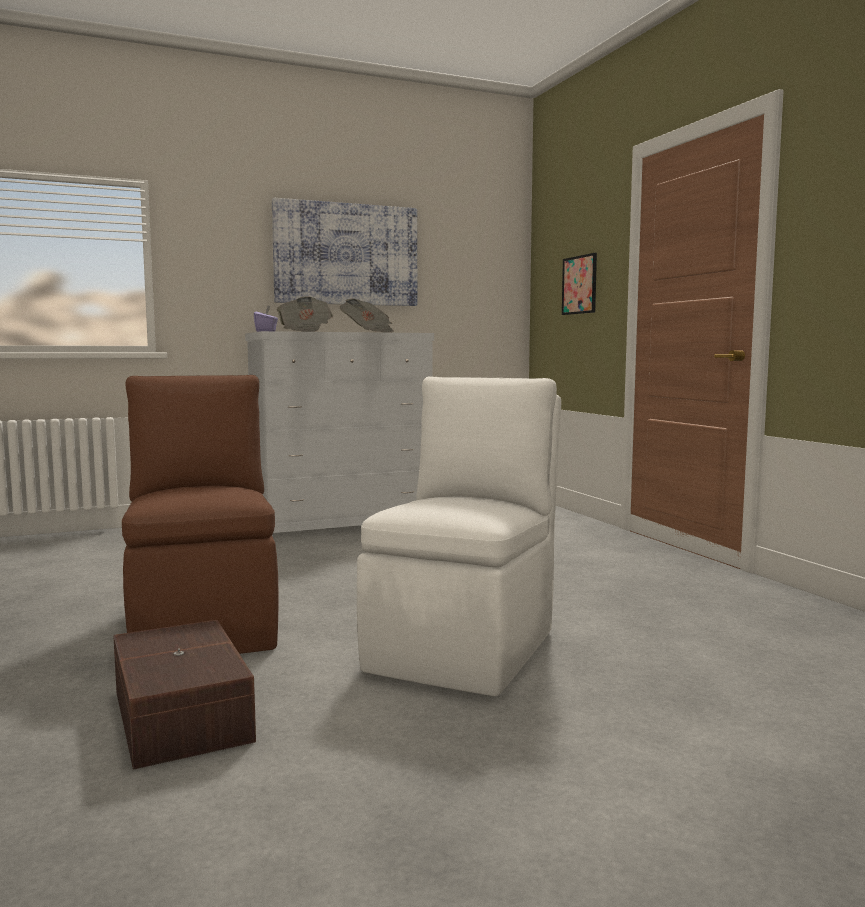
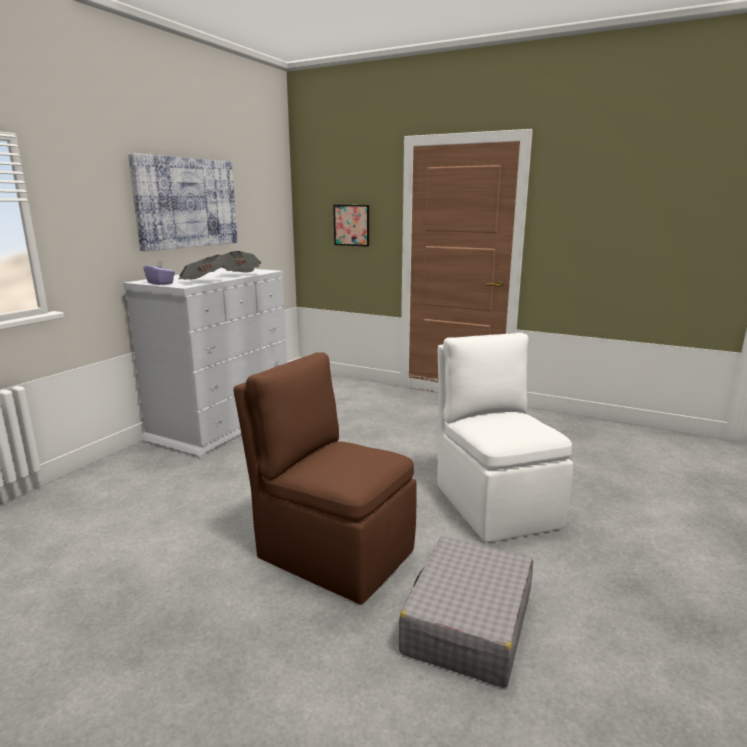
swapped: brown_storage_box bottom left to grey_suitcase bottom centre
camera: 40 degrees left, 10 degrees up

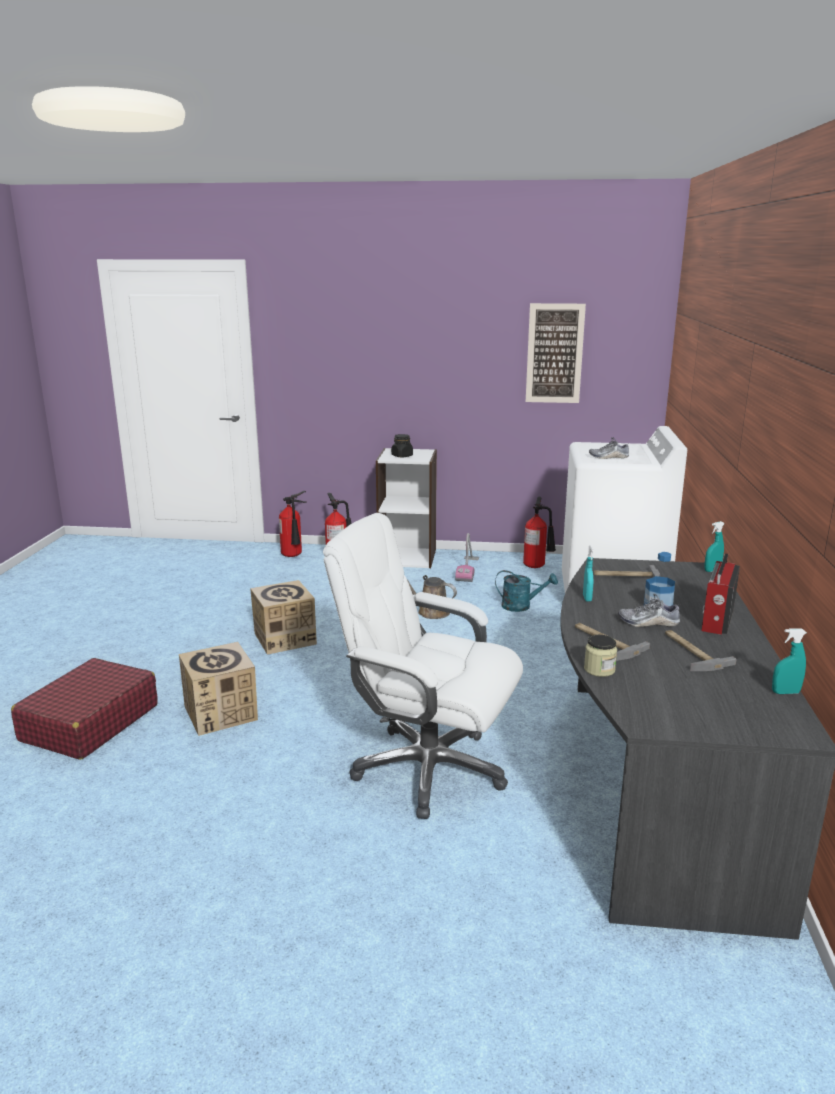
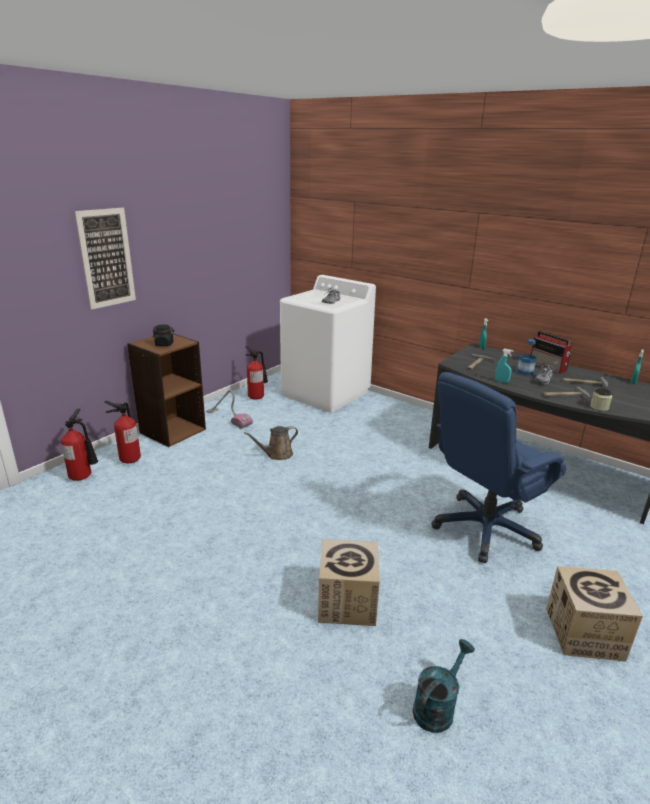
gone: red_suitcase middle left
shifted: cardboard_box (no. 2 from left) centre to bottom right; turquoise_watering_can centre to bottom right; picture top centre to top left
repainted: white_office_chair centre to blue_office_chair middle right; white_bookcase centre to brown_bookcase middle left
camera: 60 degrees left, 5 degrees up

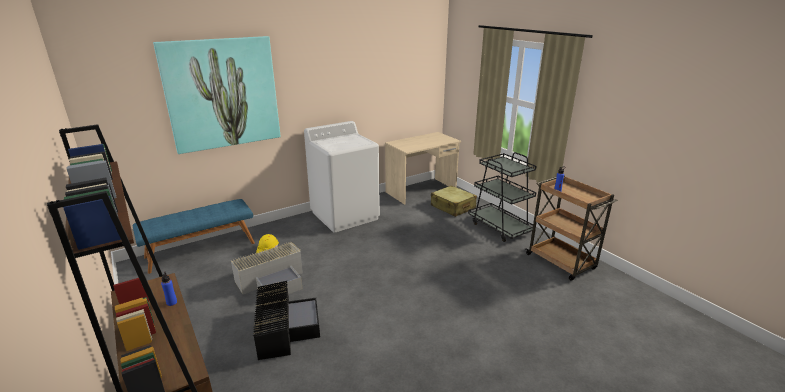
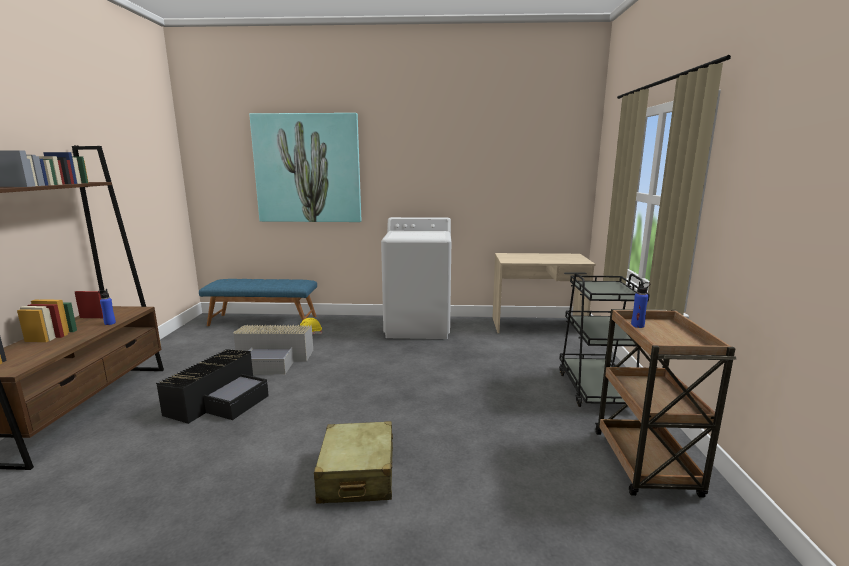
shifted: beige_suitcase centre to bottom centre
camera: 35 degrees right, 10 degrees down

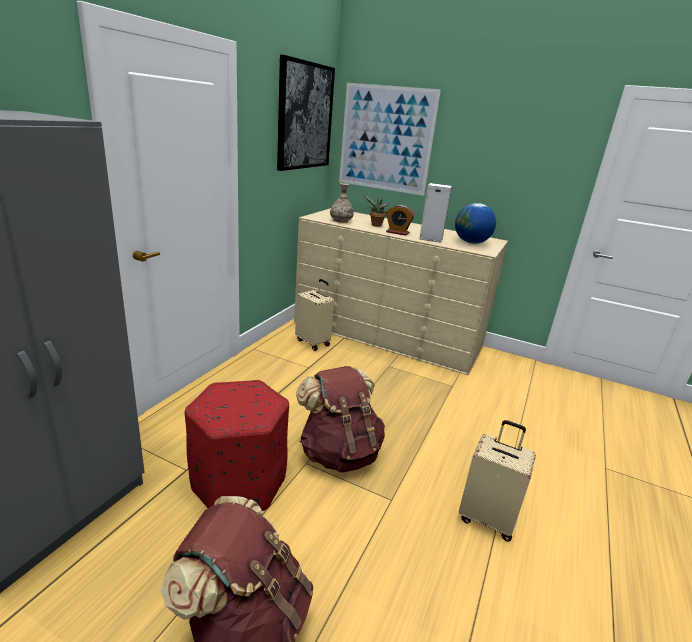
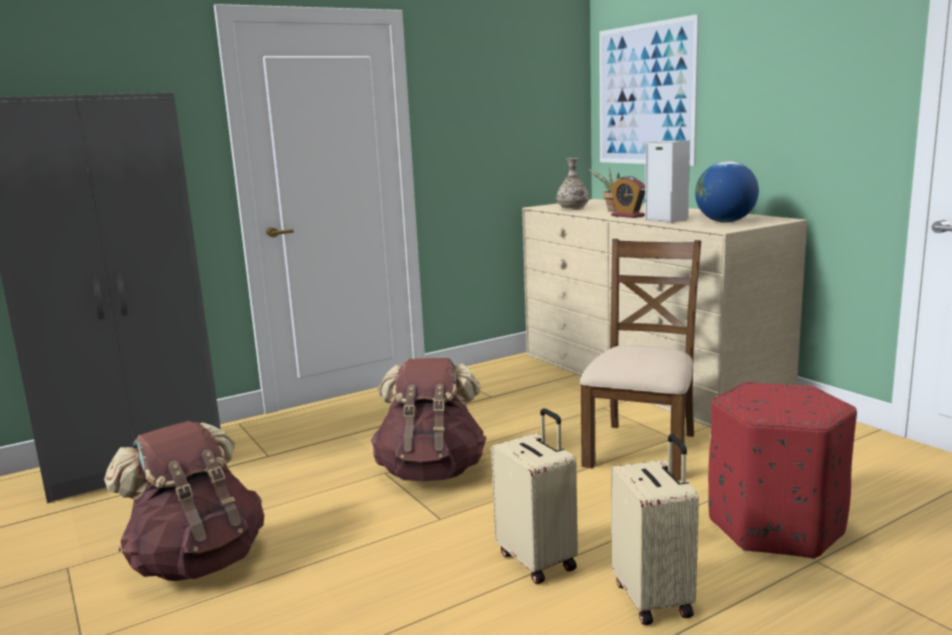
gone: picture (no. 1 from left) top centre
new: brown_chair middle right
shifted: red_ottoman bottom centre to bottom right; beige_suitcase (no. 1 from left in the first image) centre to beige_suitcase (no. 2 from left) bottom right
camera: 35 degrees right, 10 degrees down

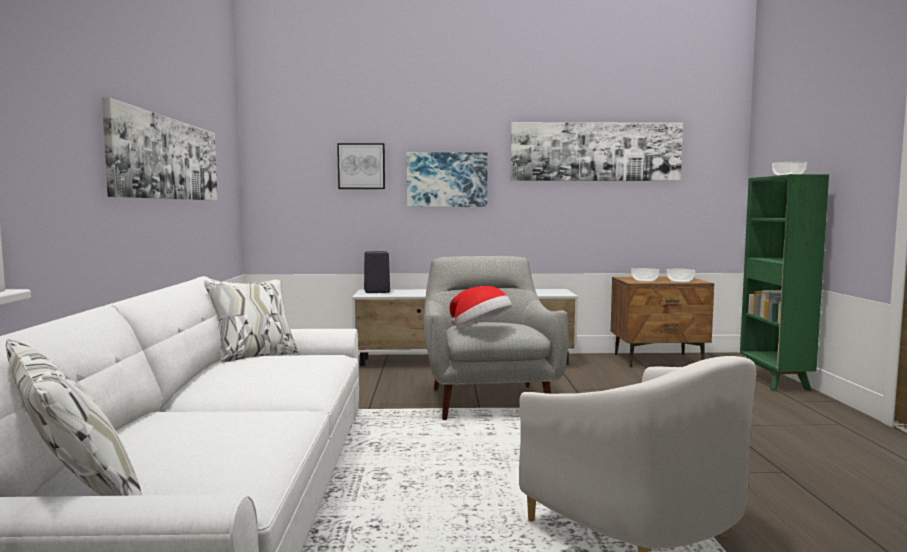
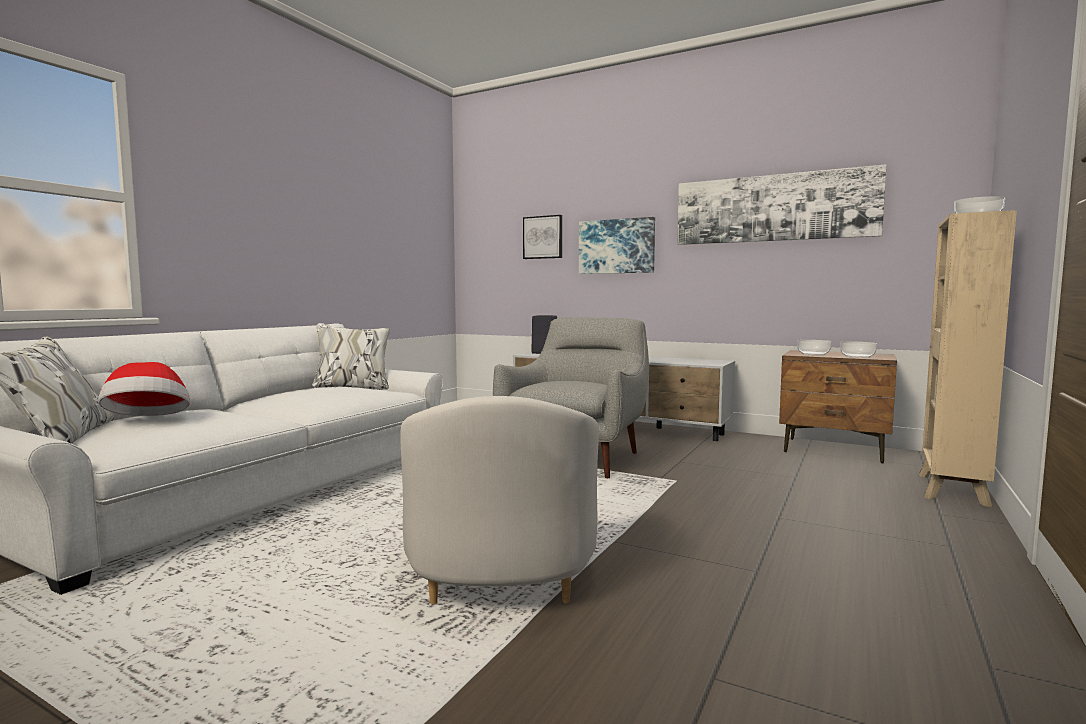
gone: picture (no. 1 from left) top left
shifted: hat centre to middle left
repainted: green_bookcase middle right to beige_bookcase middle right
camera: 30 degrees right, 0 degrees up

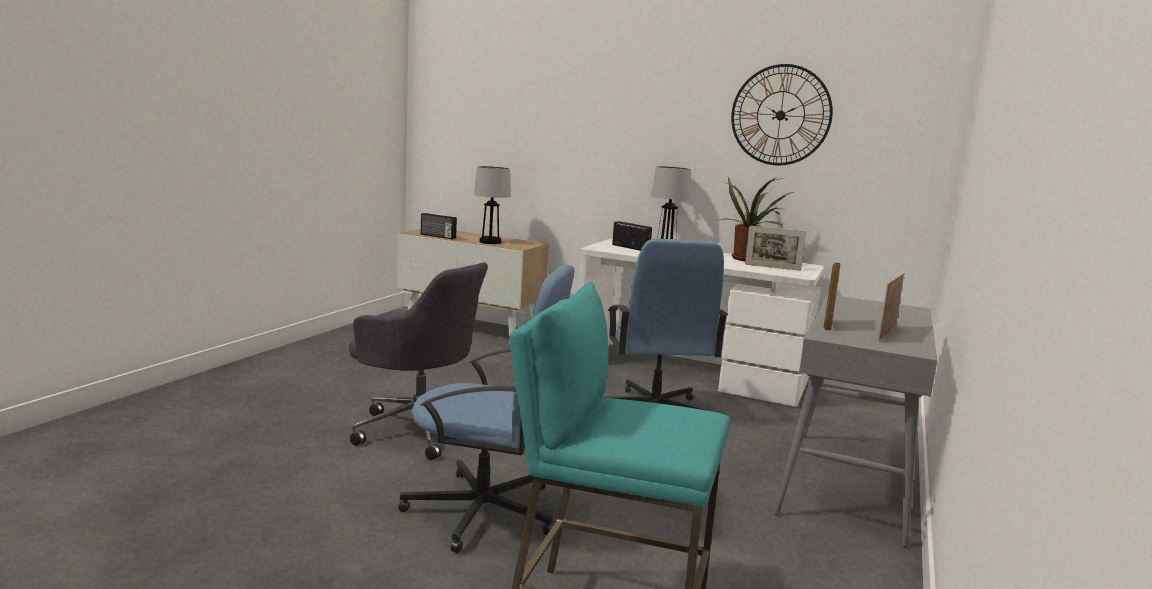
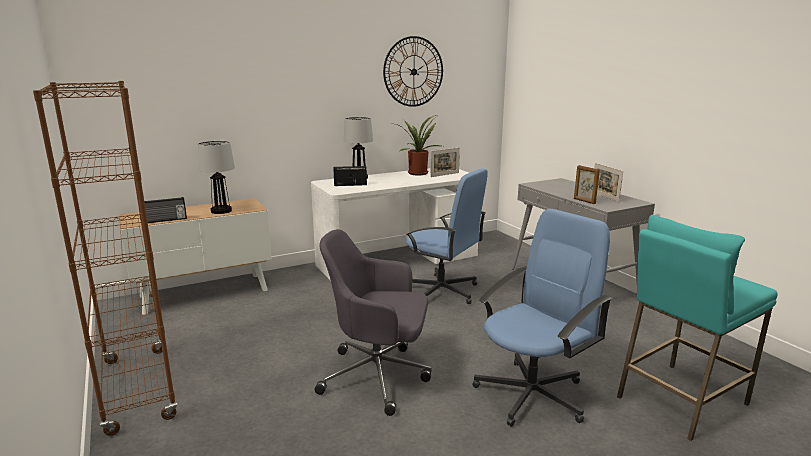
new: brown_bookcase middle left
rotated: grey_office_chair centre = bottom centre 150 degrees counterclockwise
camera: 50 degrees left, 5 degrees up

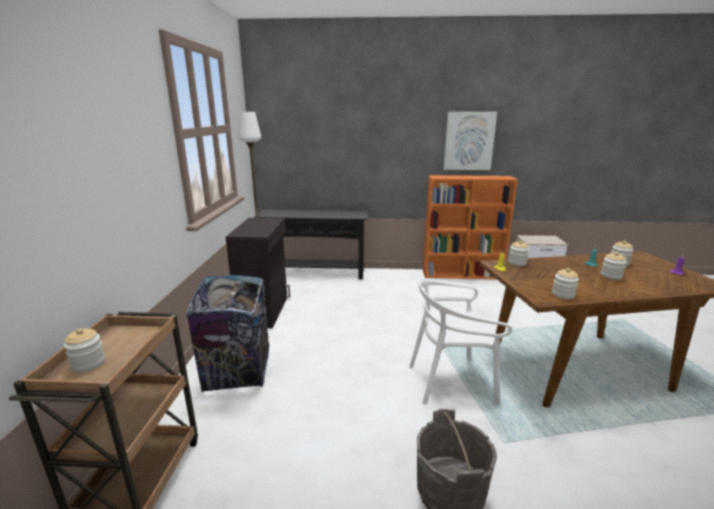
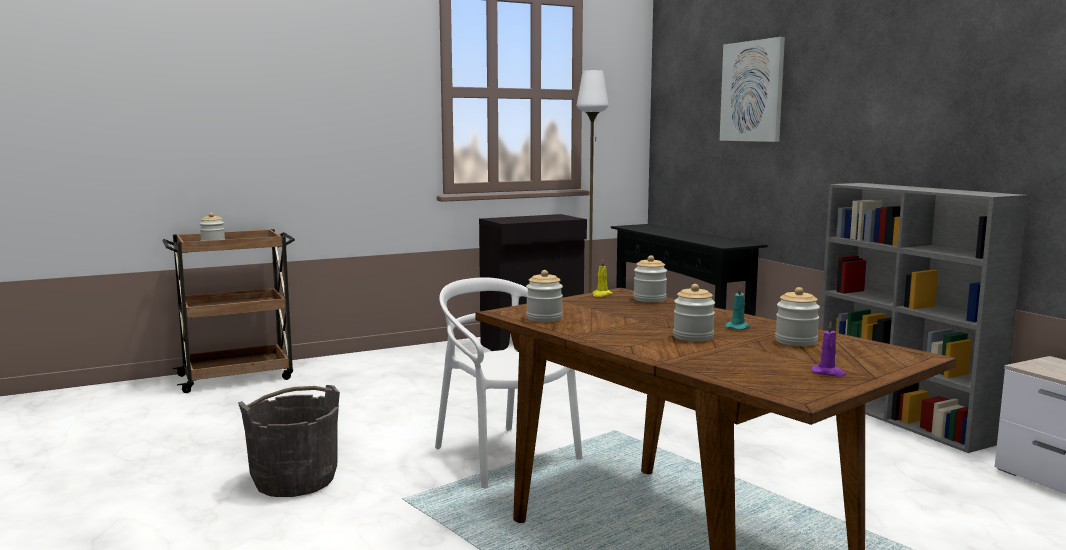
gone: trash_can middle left
shifted: picture top centre to top right
repainted: orange_bookcase centre to grey_bookcase middle right
camera: 60 degrees right, 10 degrees down

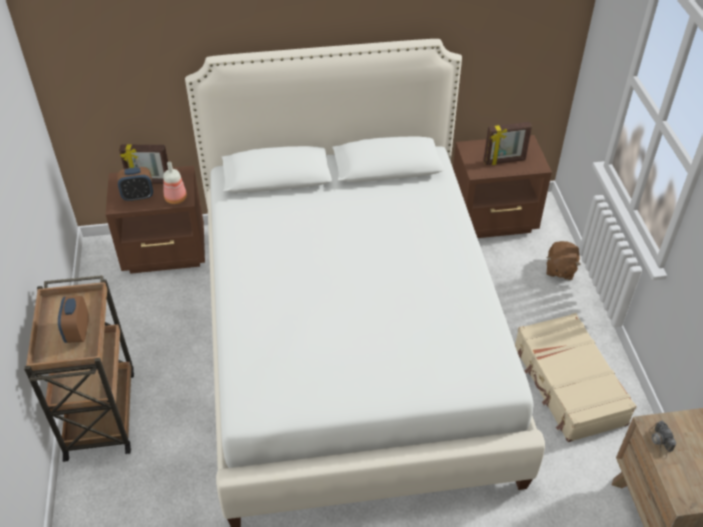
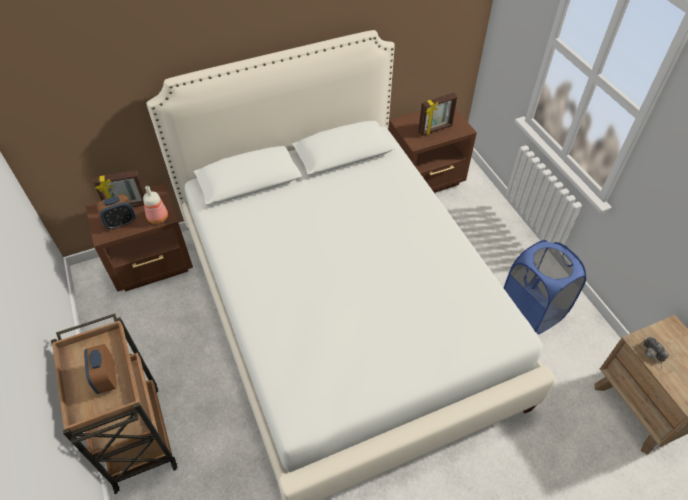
gone: brown_plush_toy middle right
swapped: beige_suitcase bottom right to blue_laundry_basket middle right
camera: 15 degrees left, 5 degrees up

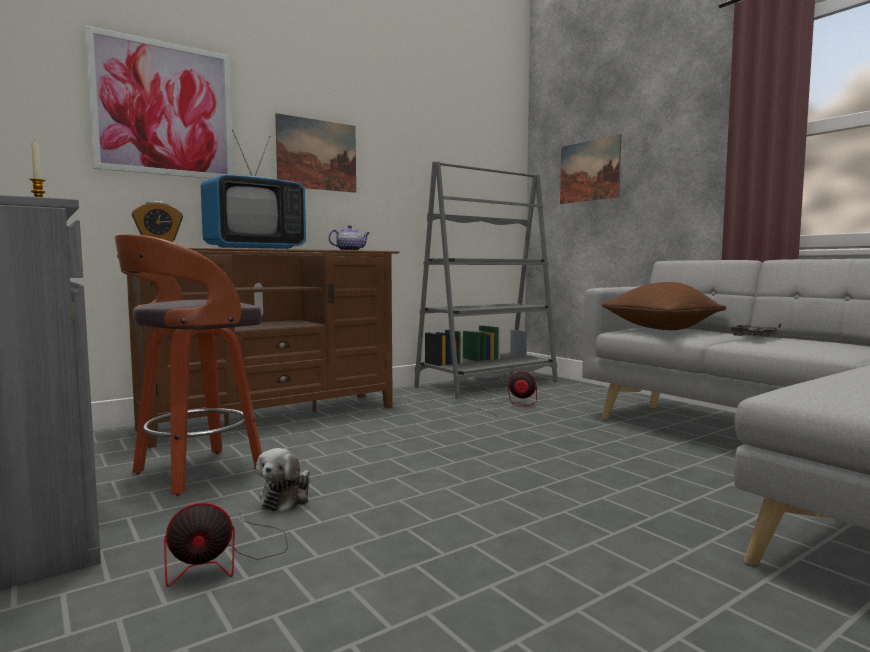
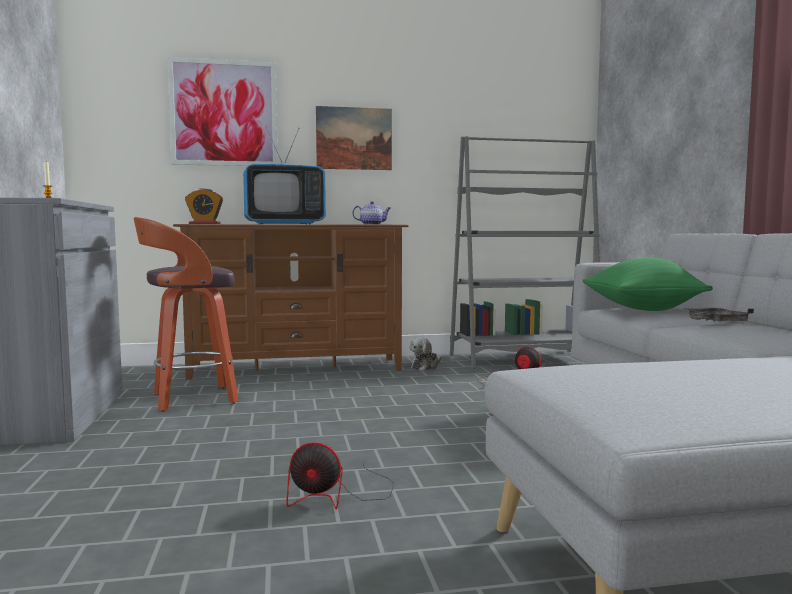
gone: picture (no. 3 from left) top right
shifted: fan (no. 1 from left) bottom left to bottom centre; plush_toy bottom left to centre
repainted: brown_pillow middle right to green_pillow middle right
camera: 25 degrees right, 0 degrees up

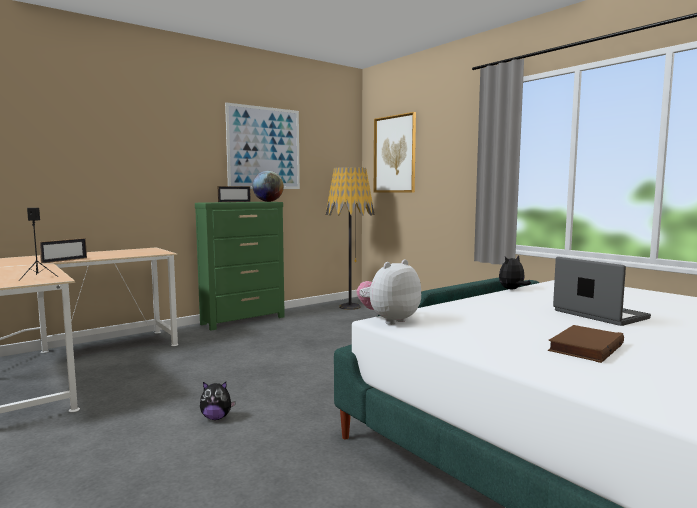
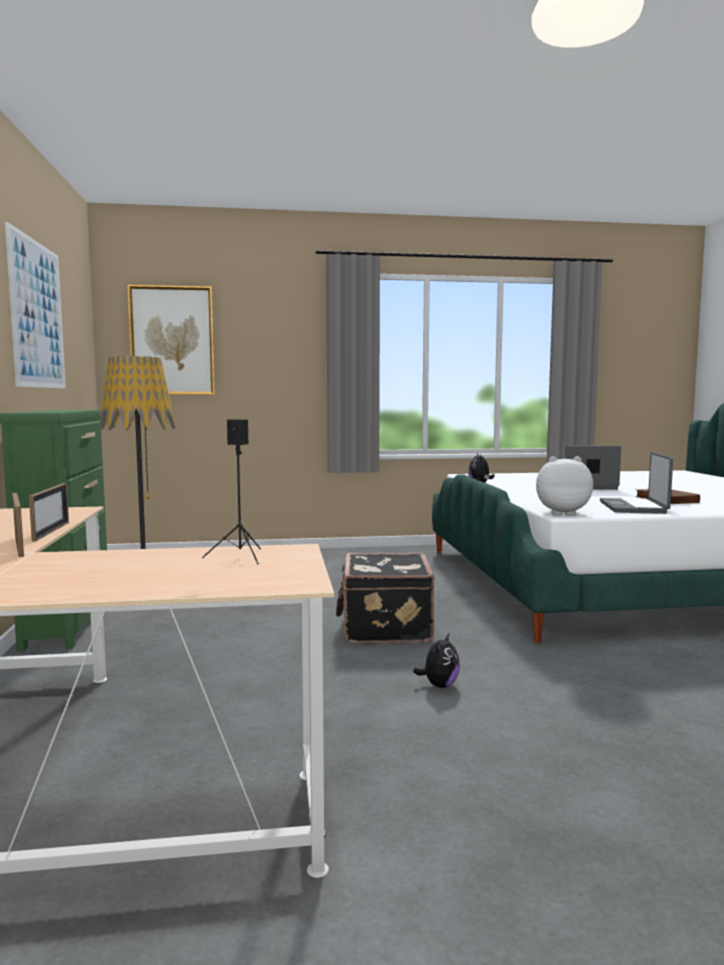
gone: globe centre
new: black_suitcase centre; laptop (no. 2 from left) middle right
shifted: picture_frame (no. 2 from left) centre to middle left
rotated: plush_toy (no. 2 from left in the first image) centre = middle right 105 degrees clockwise
camera: 60 degrees left, 0 degrees up

